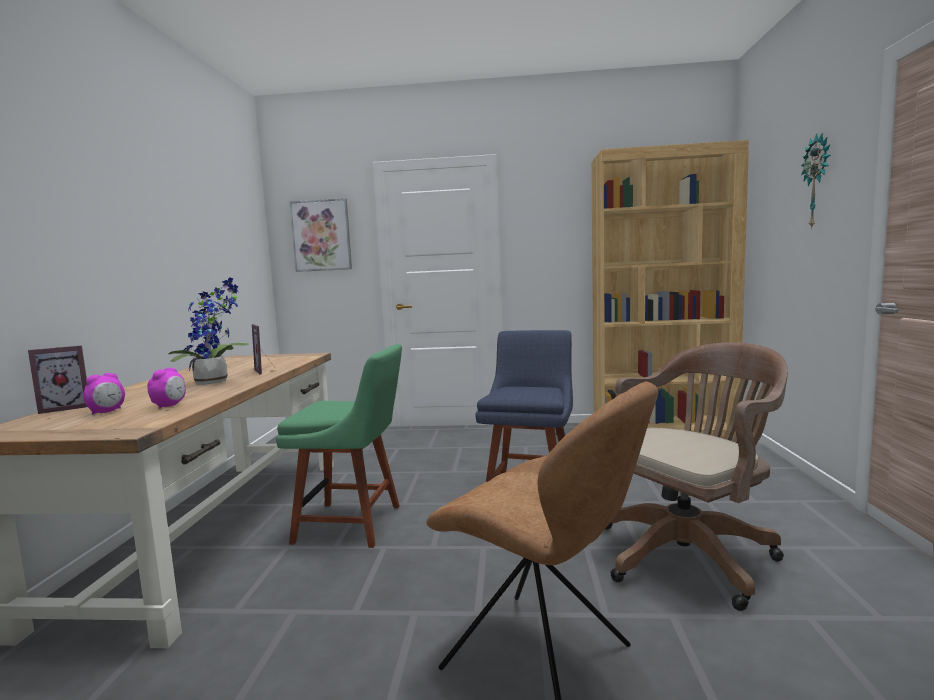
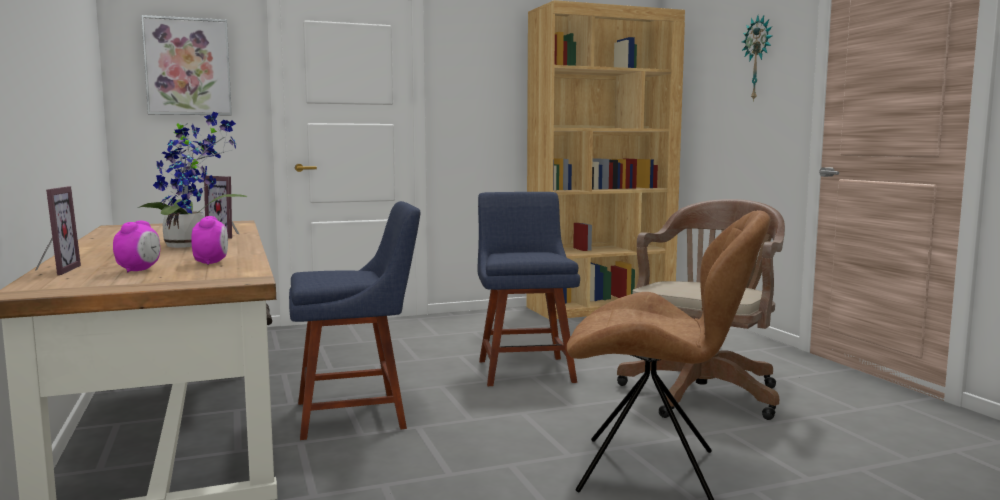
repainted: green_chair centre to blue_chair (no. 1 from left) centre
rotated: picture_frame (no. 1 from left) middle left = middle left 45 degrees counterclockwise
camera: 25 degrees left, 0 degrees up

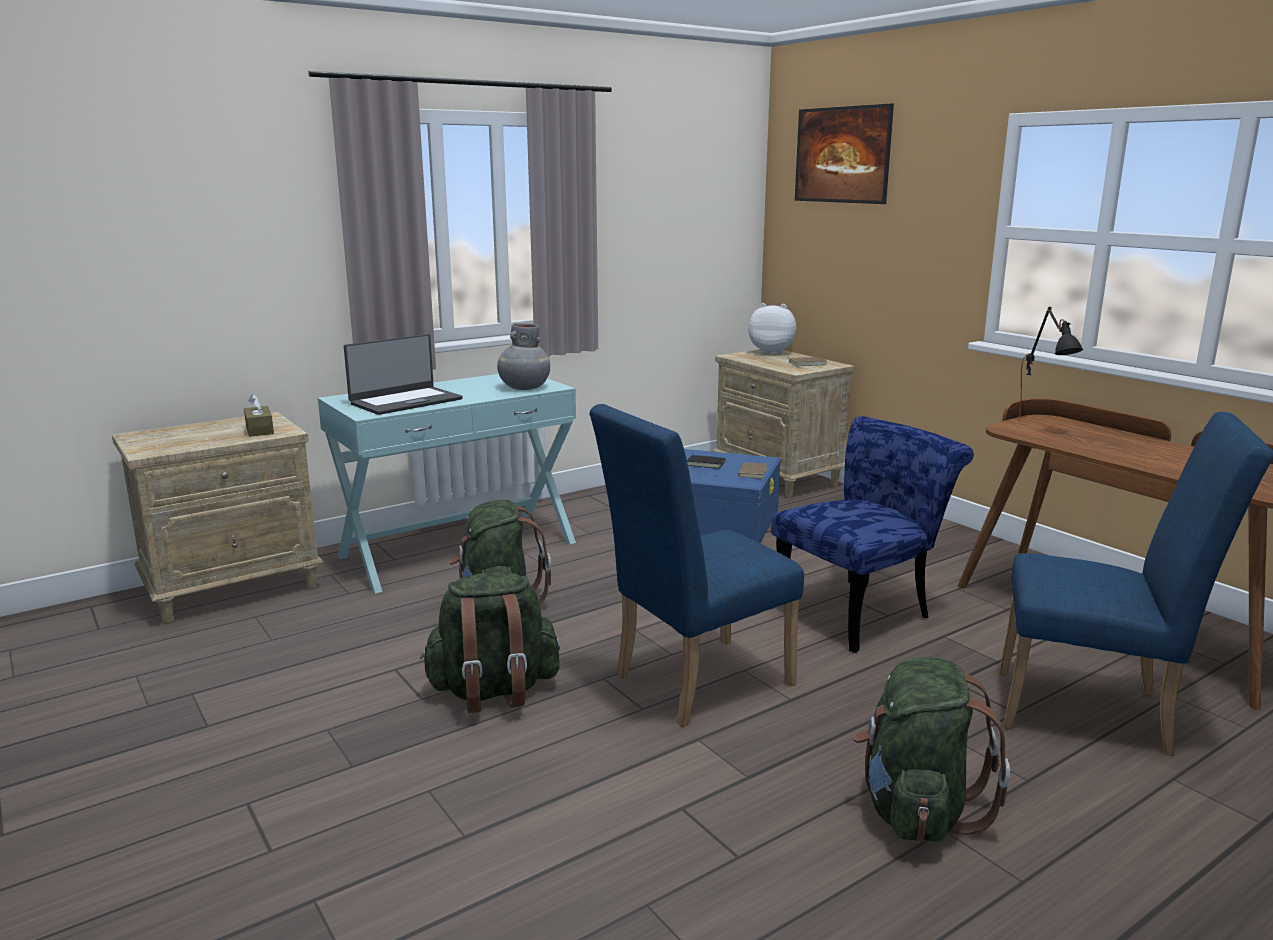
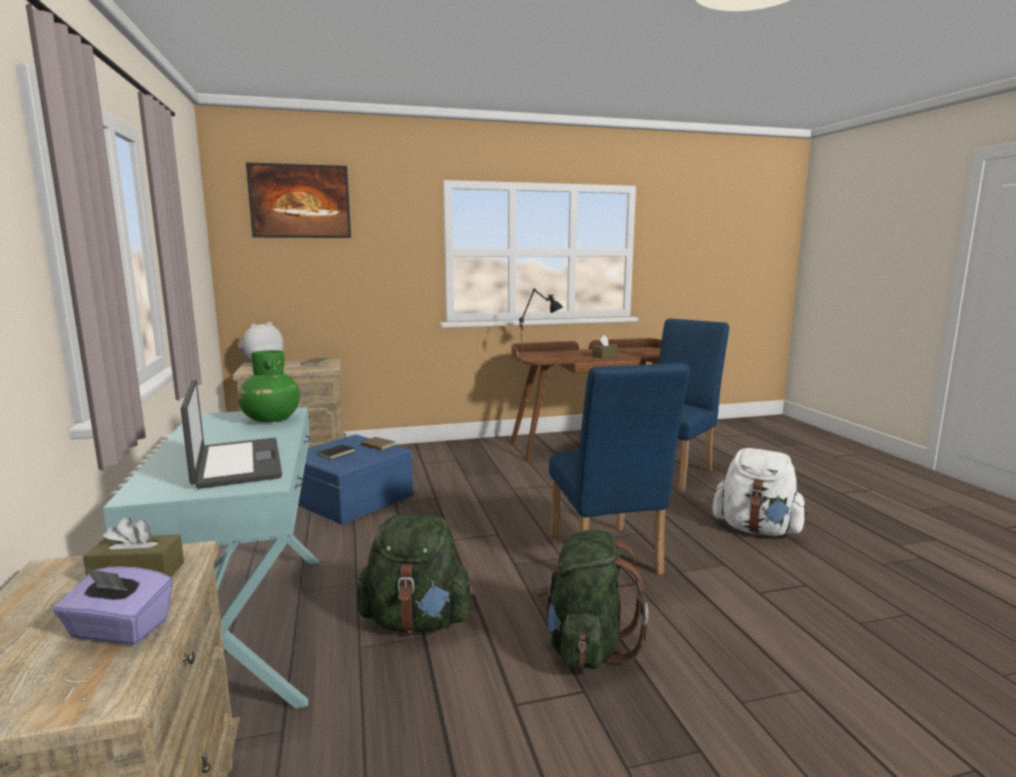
gone: blue_chair (no. 2 from left) middle right
new: purple_tissue_box bottom left; brown_tissue_box (no. 2 from left) centre
repainted: grey_vase centre to green_vase middle left; green_backpack (no. 3 from left) bottom right to white_backpack middle right
camera: 70 degrees left, 5 degrees down

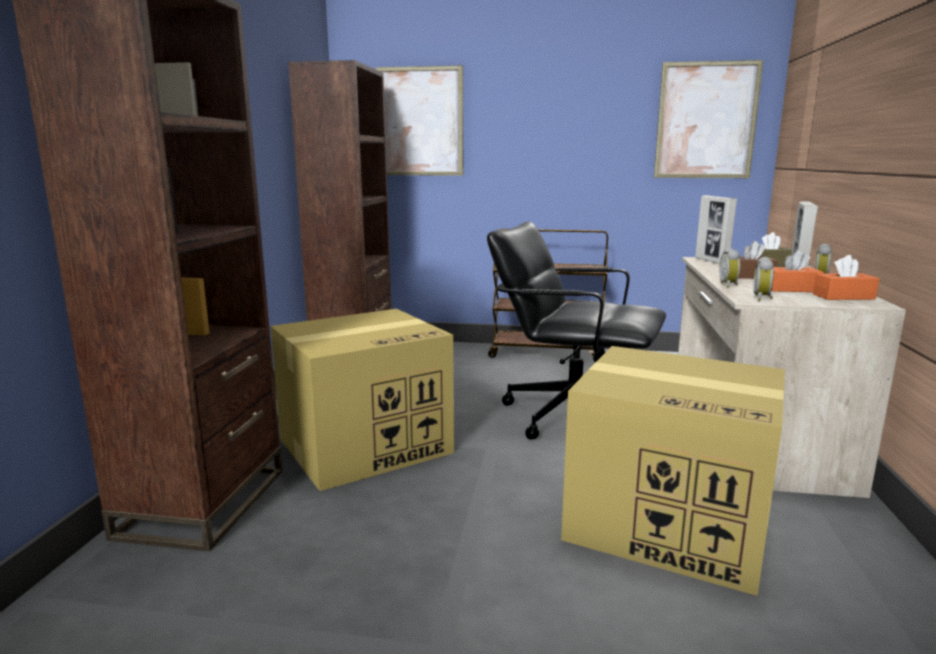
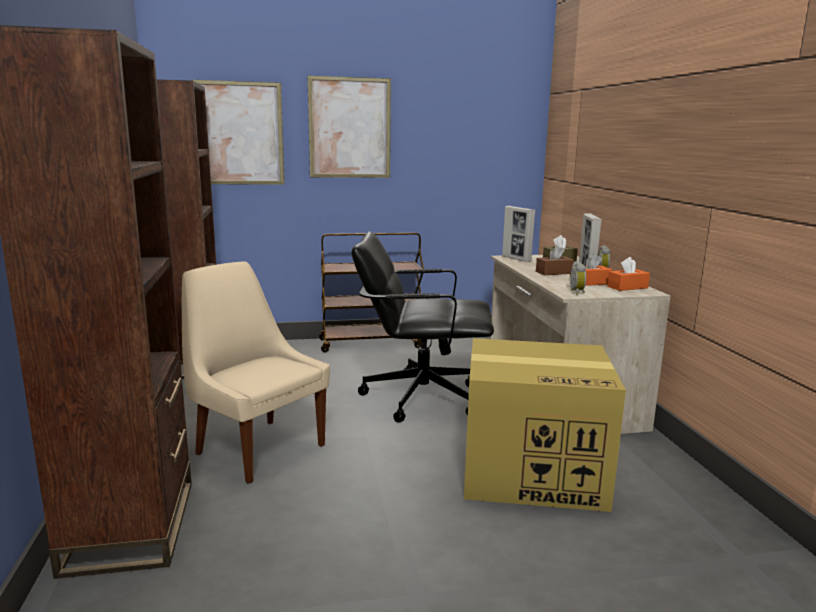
gone: alarm_clock (no. 1 from left) middle right
shifted: picture (no. 2 from left) top right to top centre
swapped: cardboard_box (no. 1 from left) centre to beige_chair middle left
camera: 20 degrees left, 0 degrees up

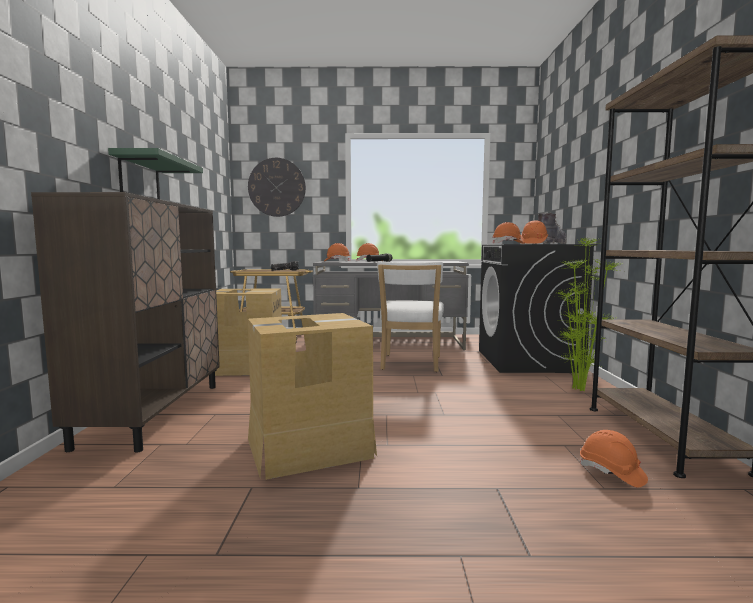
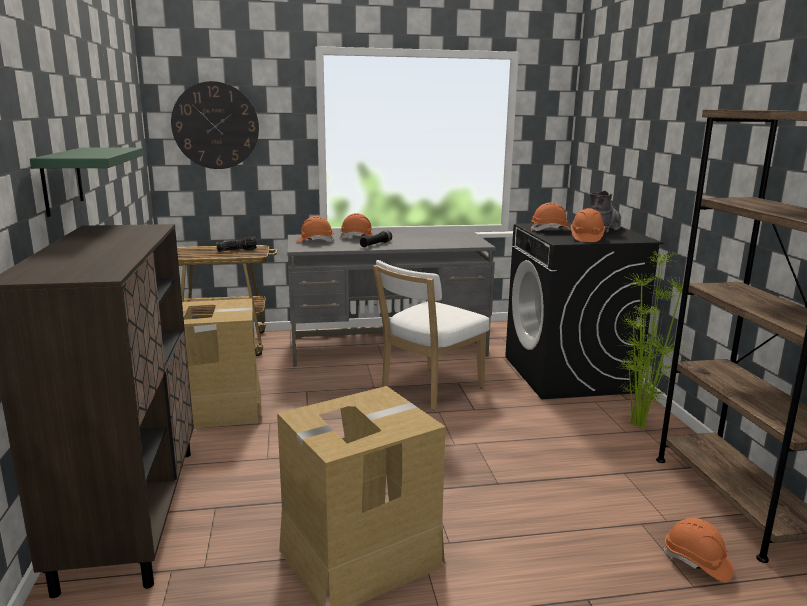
rotated: white_chair centre = centre 45 degrees clockwise
camera: 10 degrees left, 10 degrees up

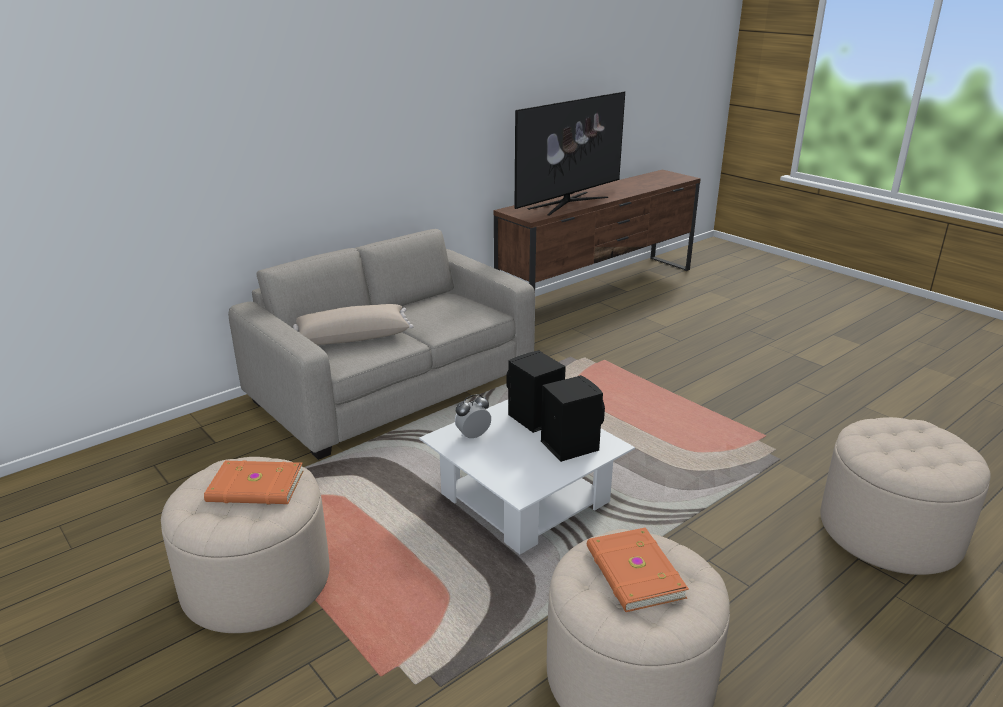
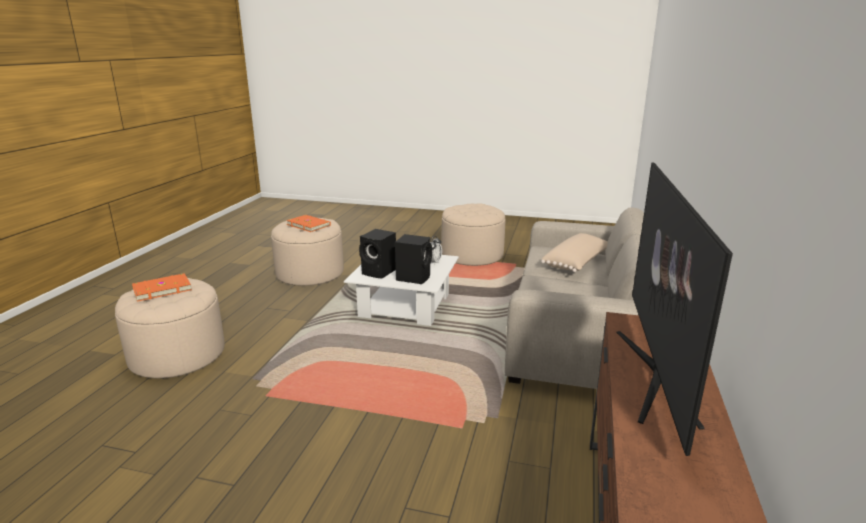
shifted: orange_book (no. 1 from left) bottom left to middle left
camera: 145 degrees right, 5 degrees down

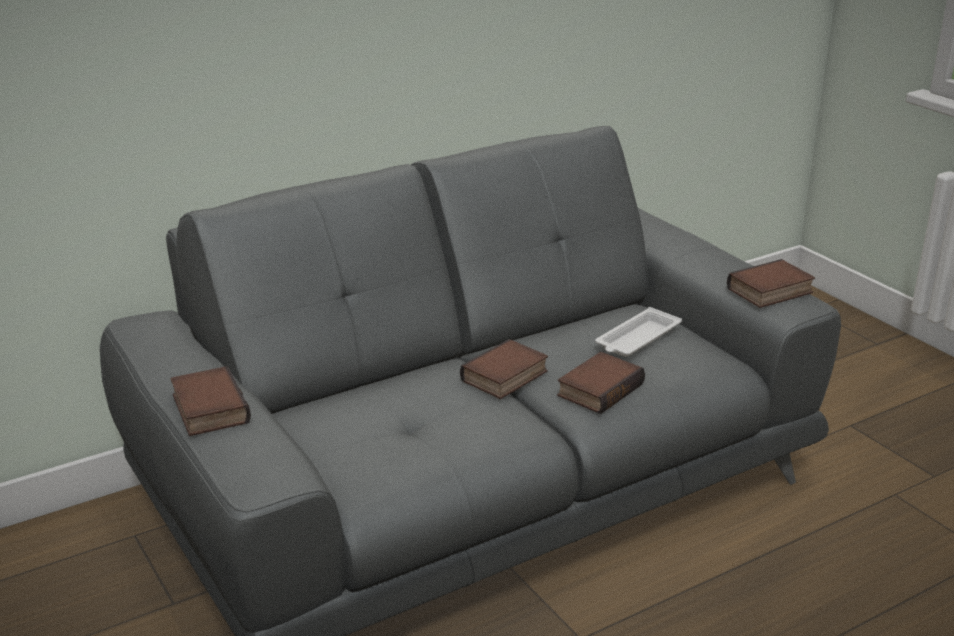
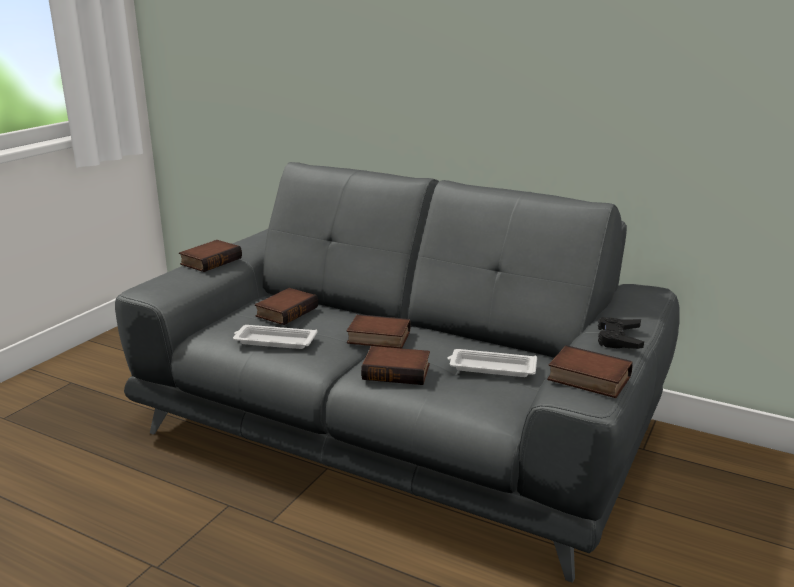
new: white_tray (no. 1 from left) centre; book (no. 2 from left) centre; black_game_controller middle right
camera: 60 degrees right, 5 degrees down

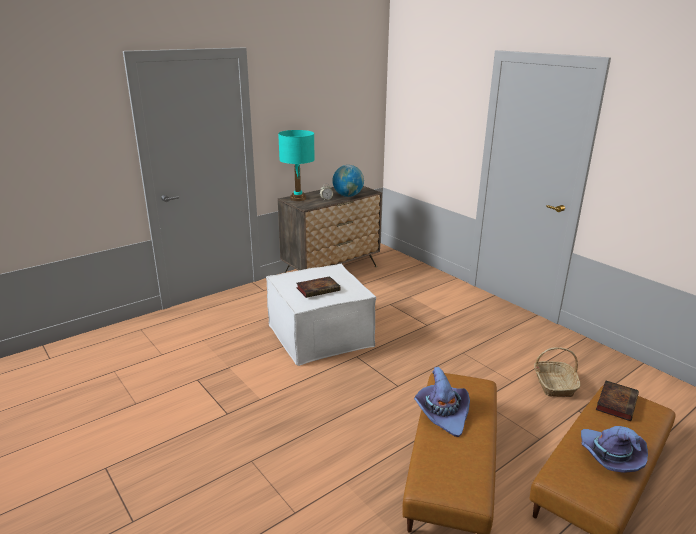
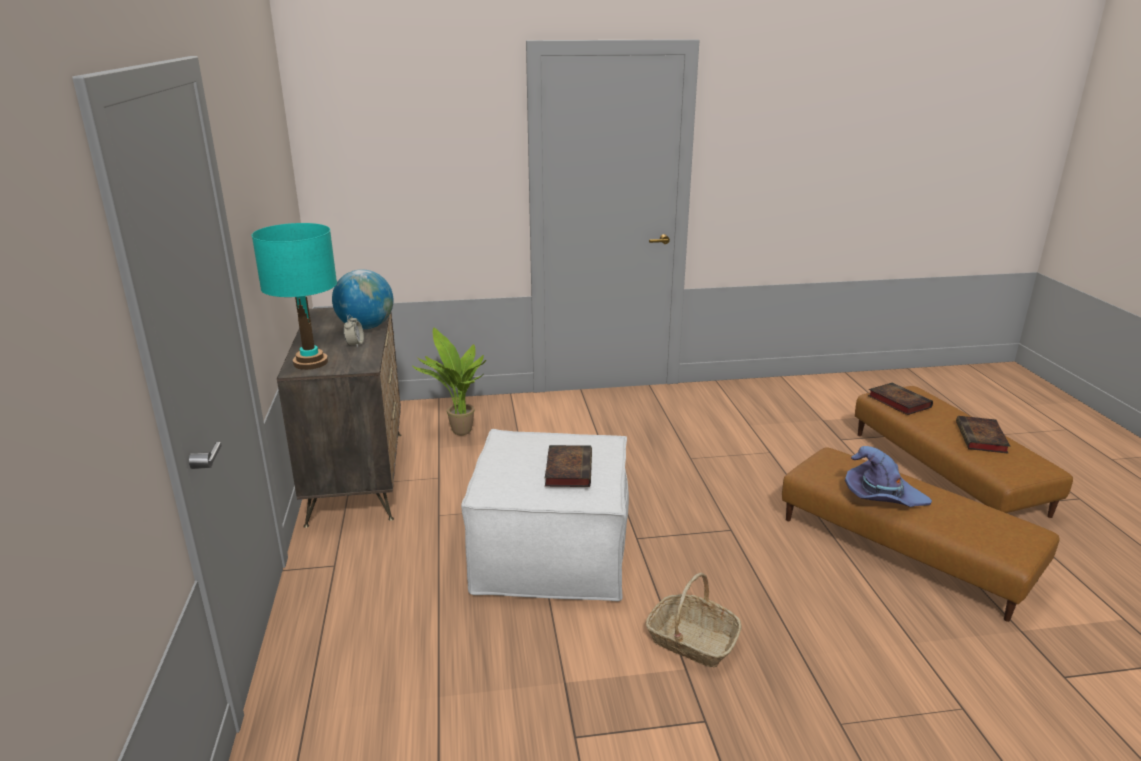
new: potted_plant centre
shifted: basket bottom right to bottom centre
swapped: purple_hat (no. 2 from left) bottom right to book (no. 3 from left) middle right
camera: 60 degrees left, 0 degrees up

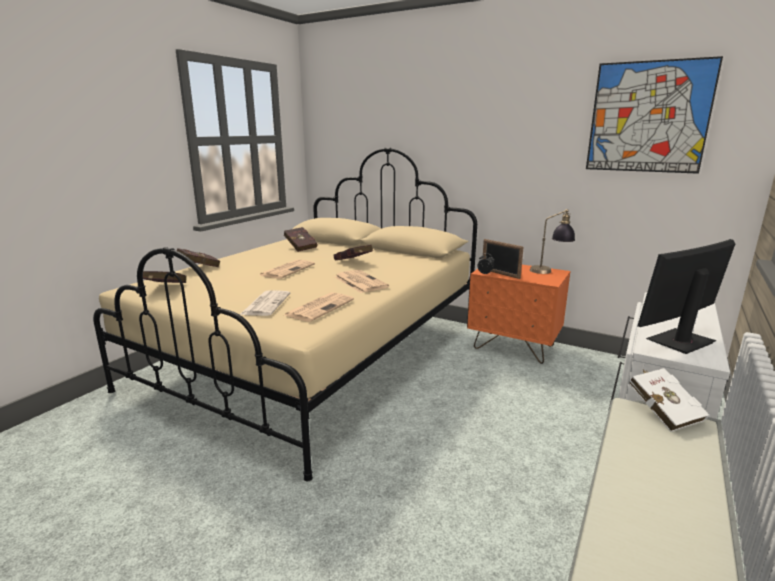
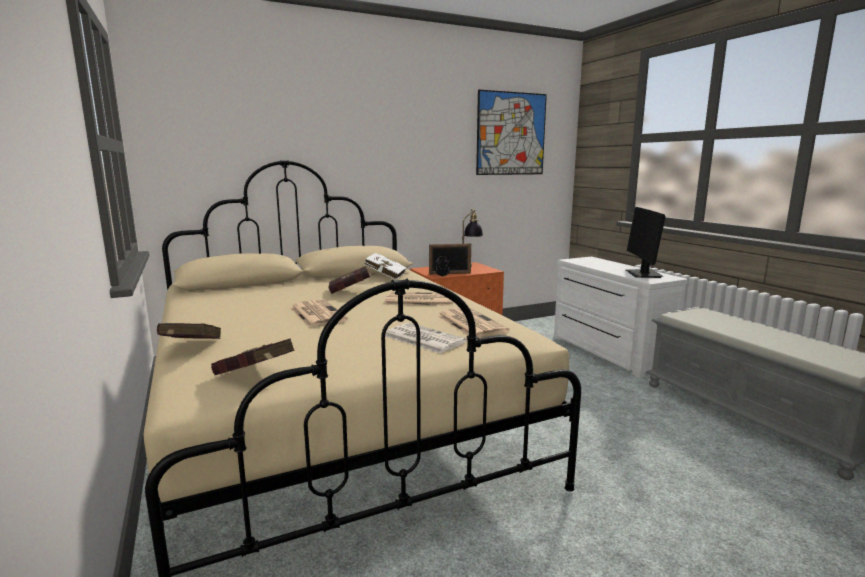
gone: red_book (no. 3 from left) centre
shifted: white_book bottom right to centre
camera: 55 degrees left, 5 degrees down

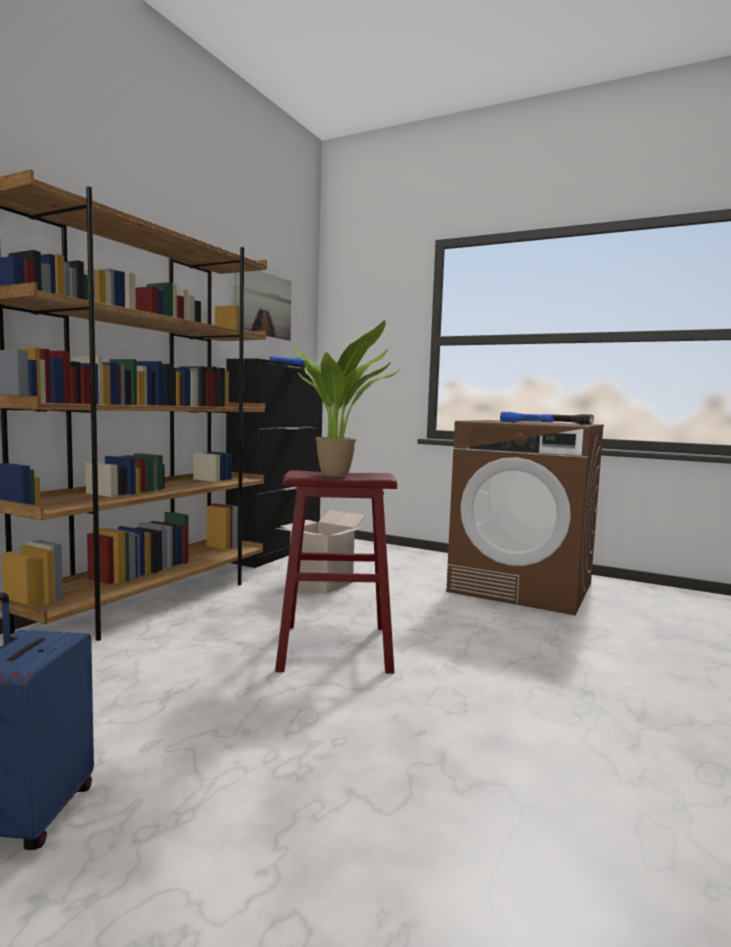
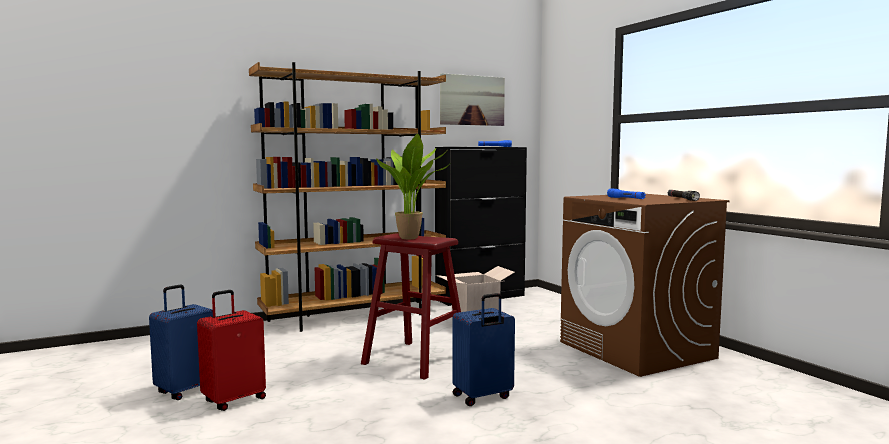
new: red_suitcase bottom left; blue_suitcase (no. 2 from left) bottom centre
camera: 35 degrees right, 0 degrees up

